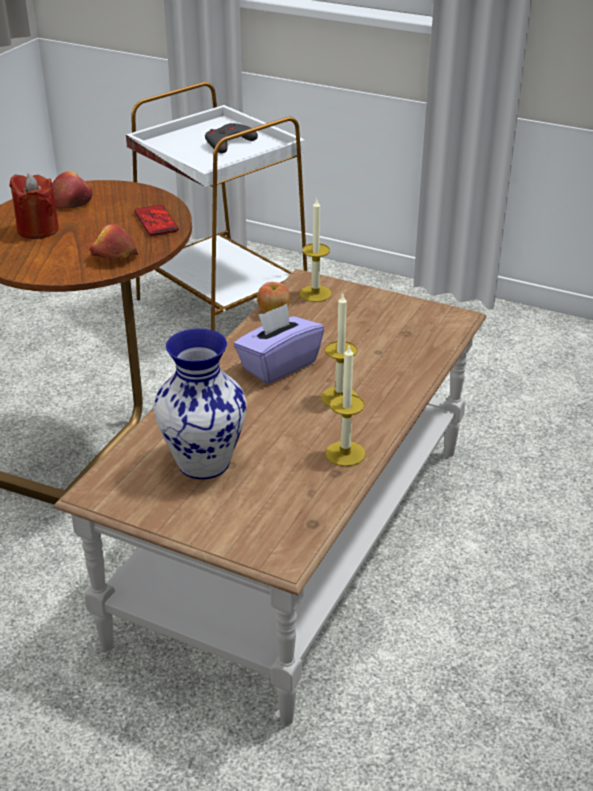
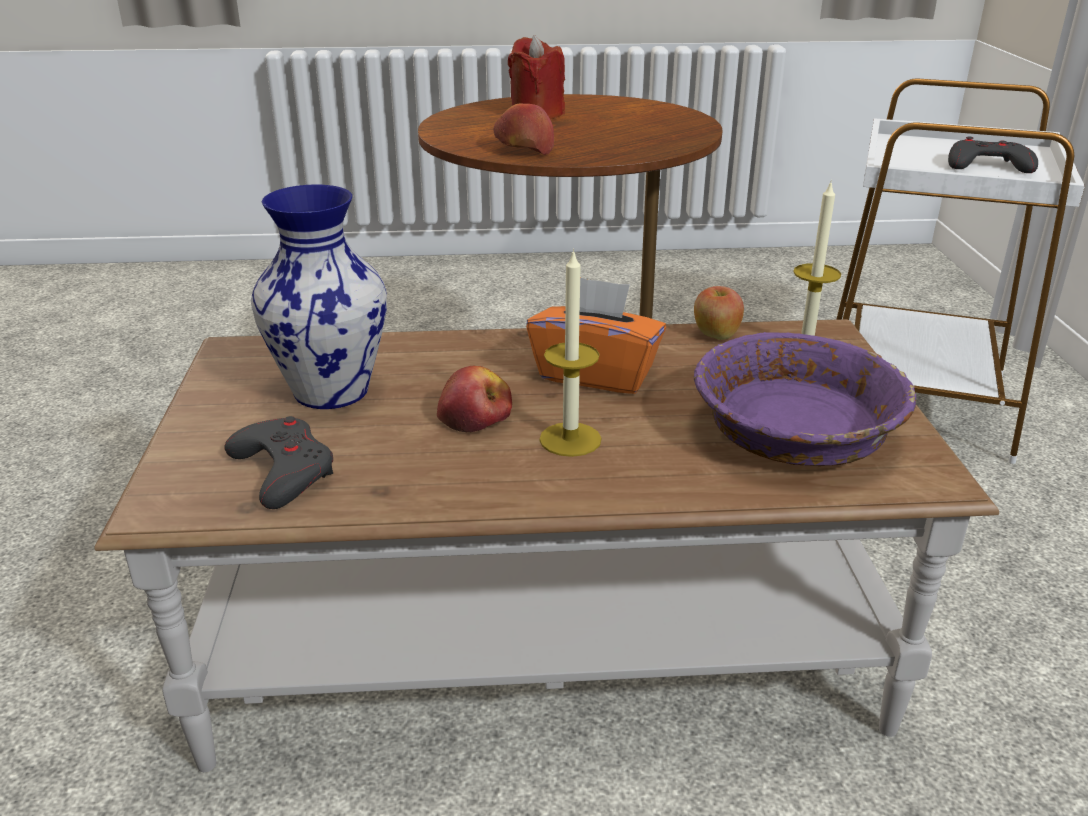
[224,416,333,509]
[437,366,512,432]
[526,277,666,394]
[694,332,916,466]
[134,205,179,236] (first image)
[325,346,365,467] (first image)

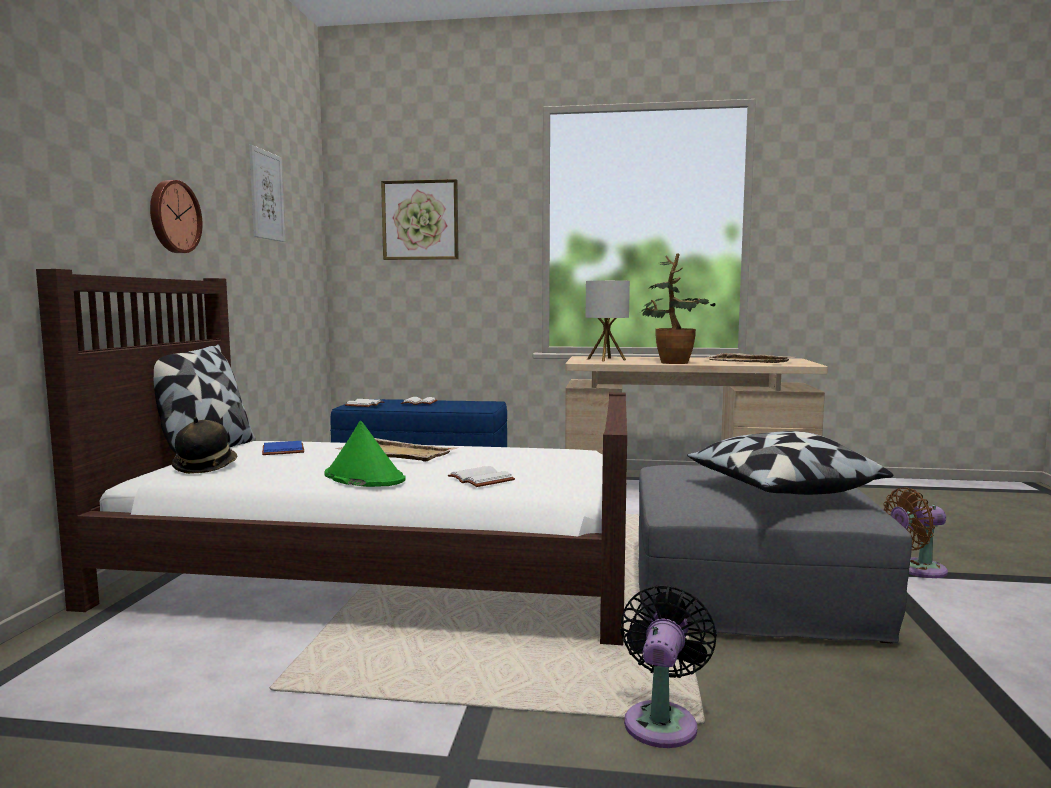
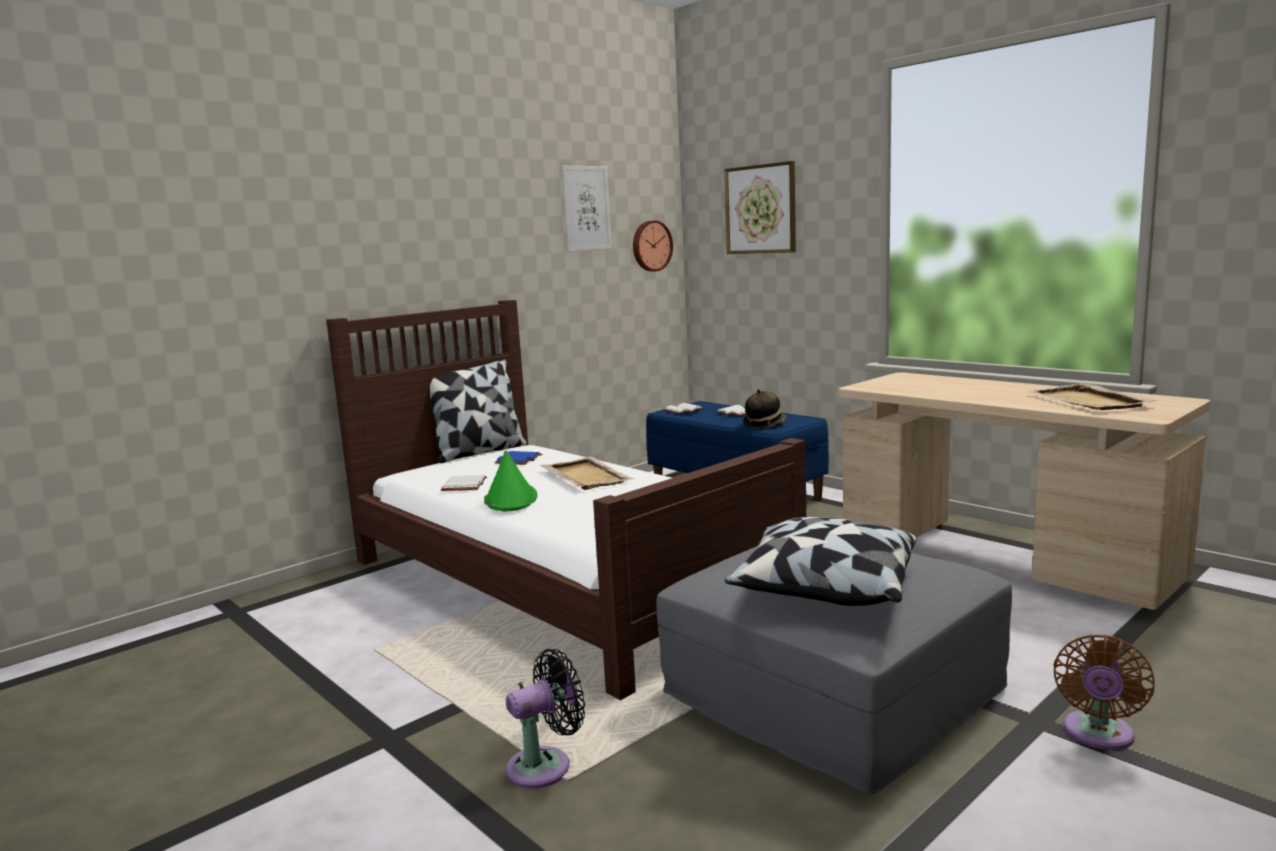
[441,475,487,491]
[633,220,673,271]
[743,389,786,429]
[1053,634,1155,750]
[586,280,630,361] (first image)
[641,253,716,364] (first image)

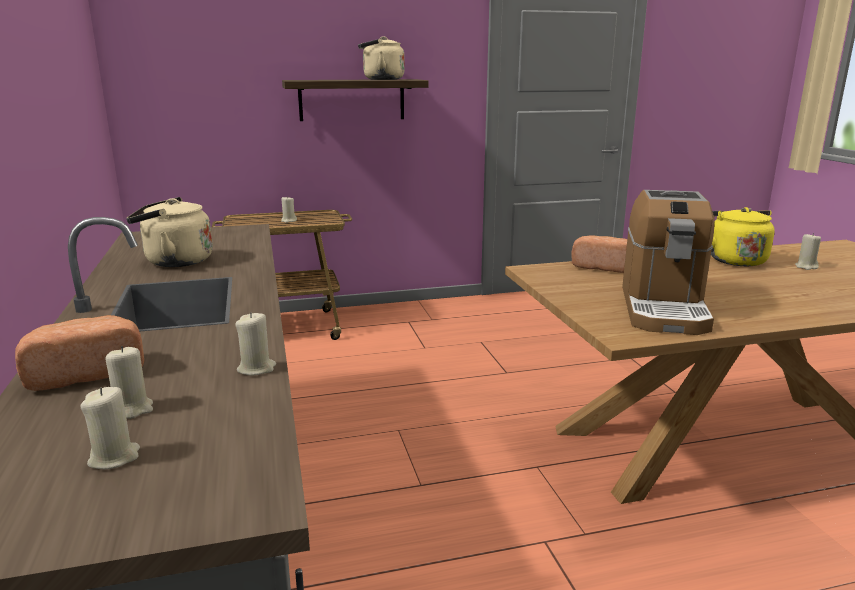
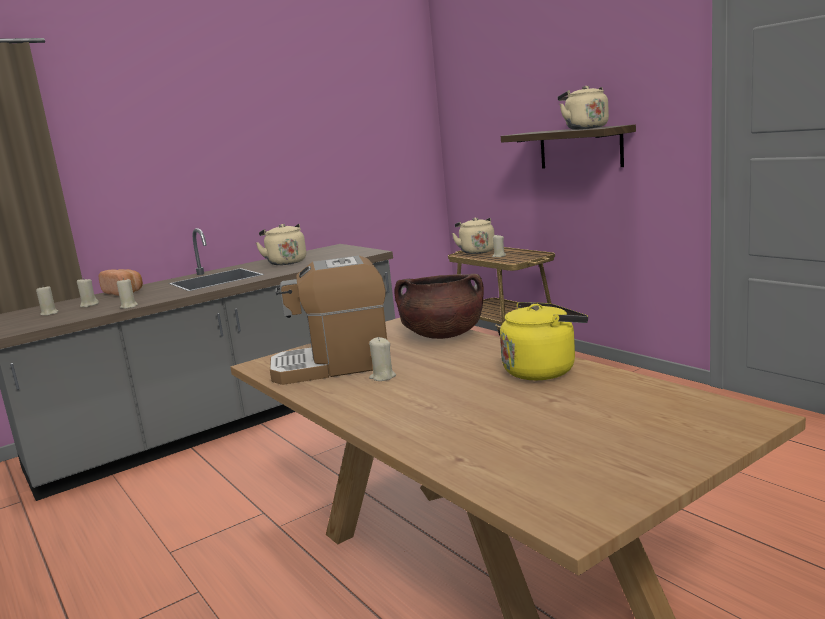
[369,337,396,381]
[395,274,484,339]
[452,218,494,254]

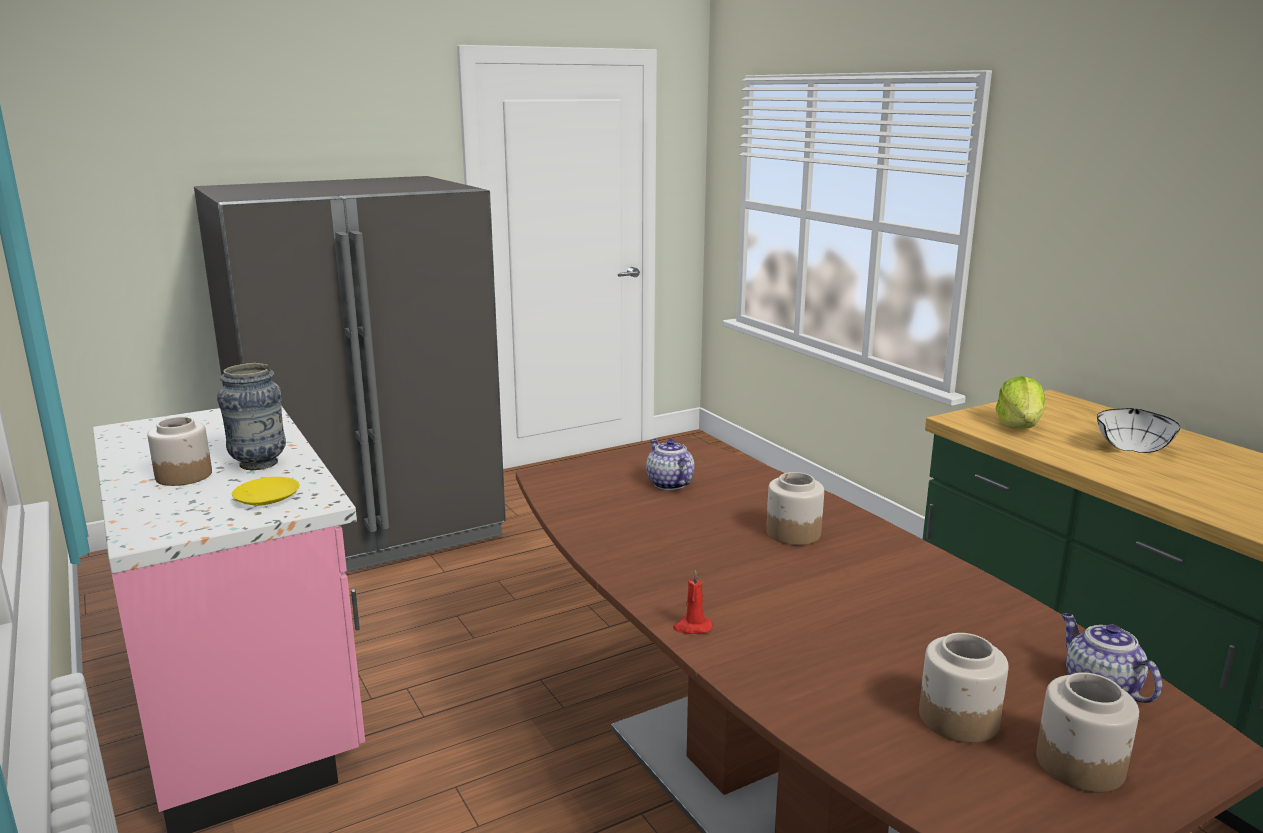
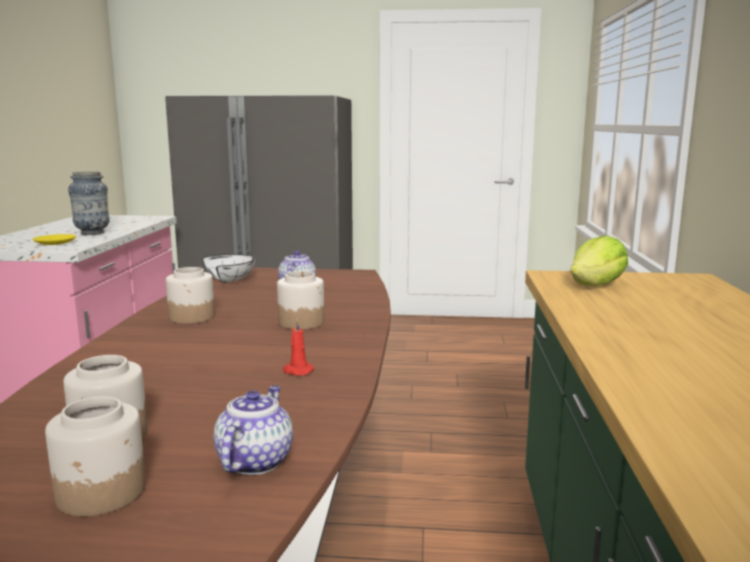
[166,267,215,324]
[202,254,255,283]
[282,319,314,375]

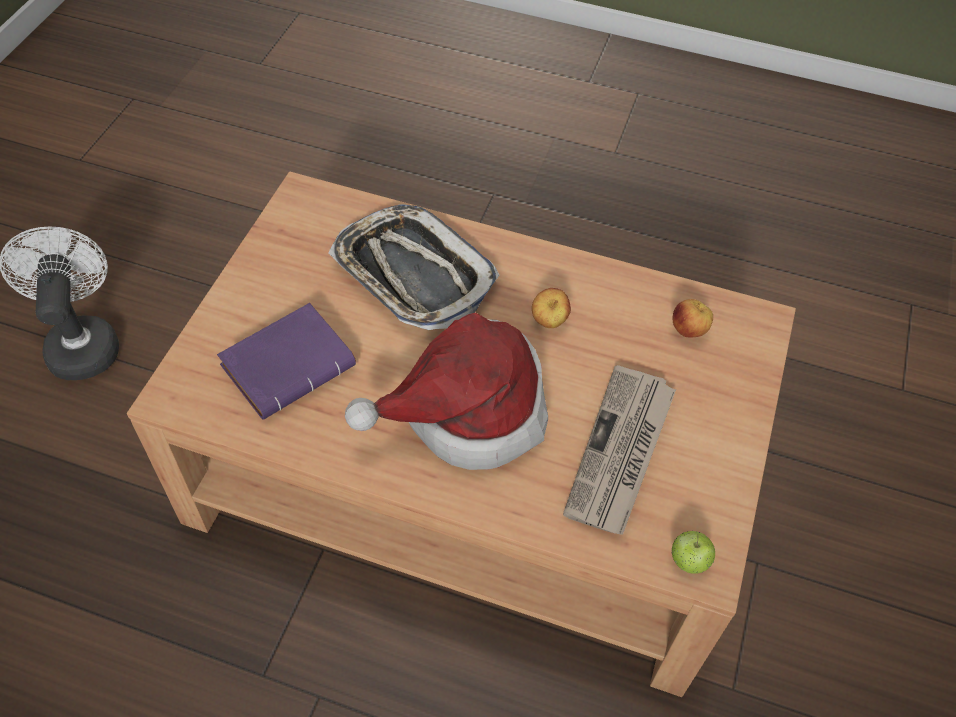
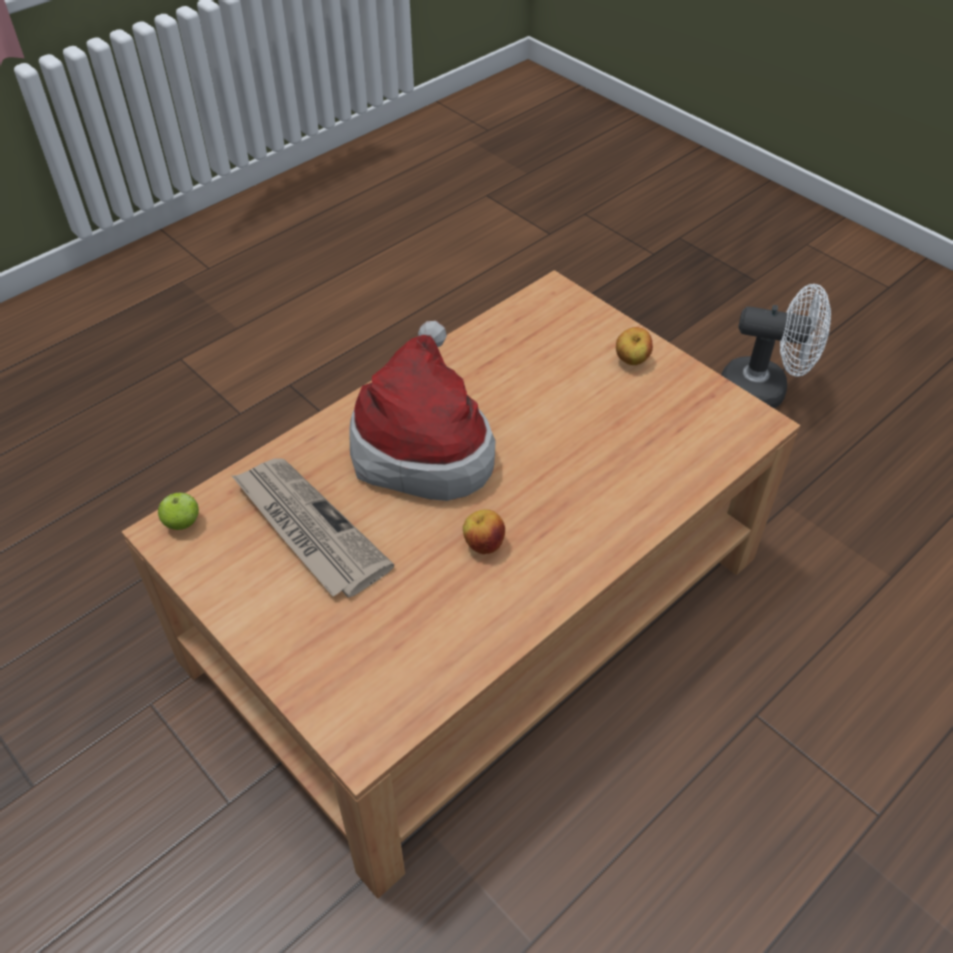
[616,327,653,365]
[217,303,356,420] (first image)
[328,204,500,330] (first image)

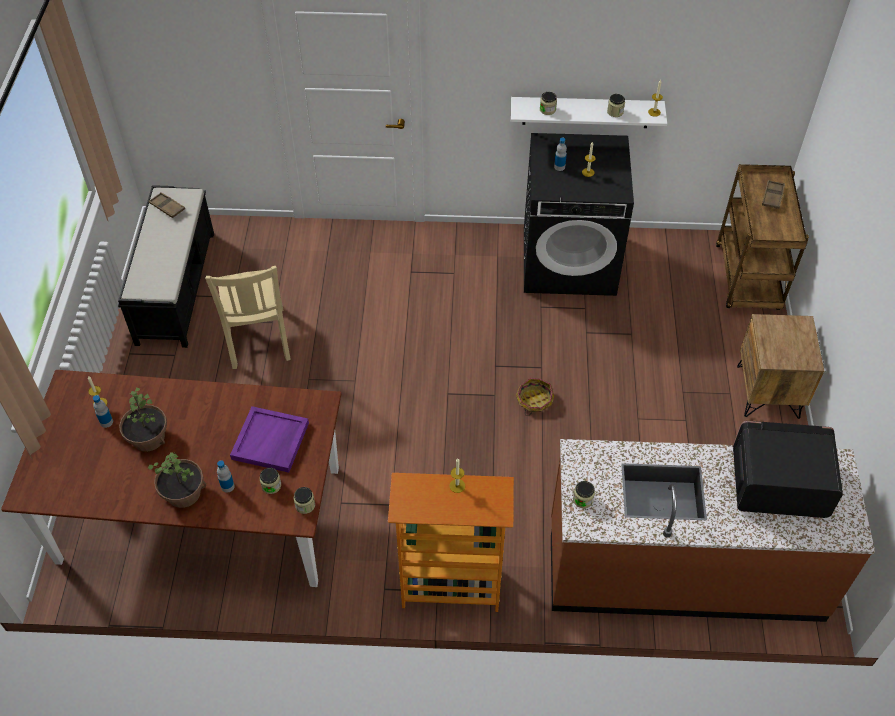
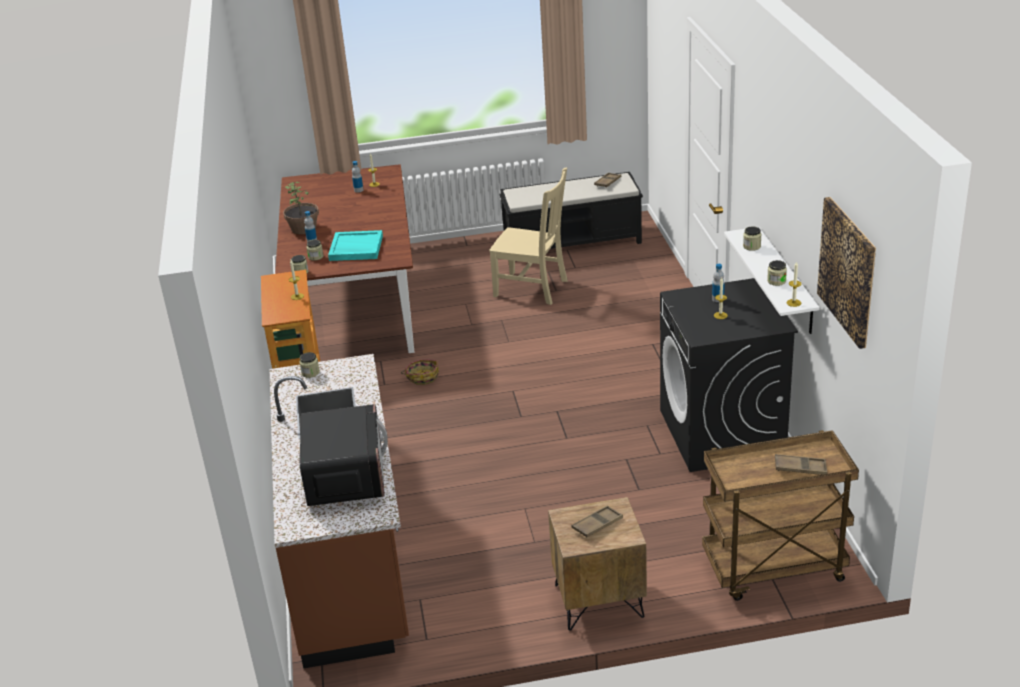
[328,230,383,261]
[401,359,439,385]
[489,167,567,305]
[572,505,623,537]
[817,197,876,349]
[119,388,167,452] (first image)

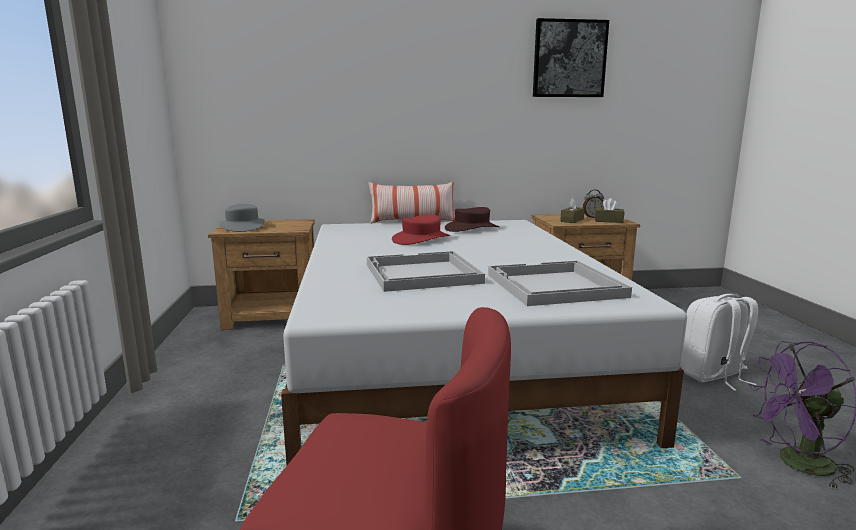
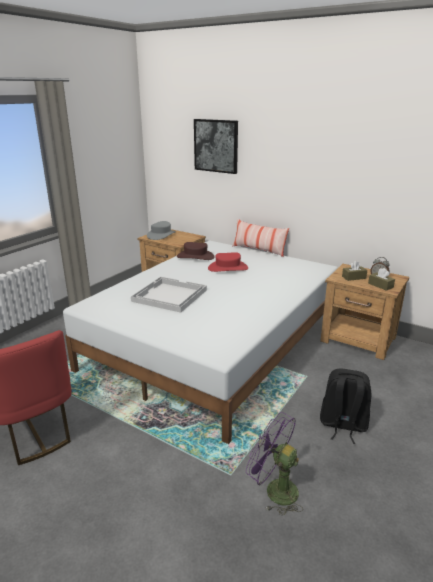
[177,242,215,260]
[194,119,238,174]
[320,368,371,444]
[488,261,632,306] (first image)

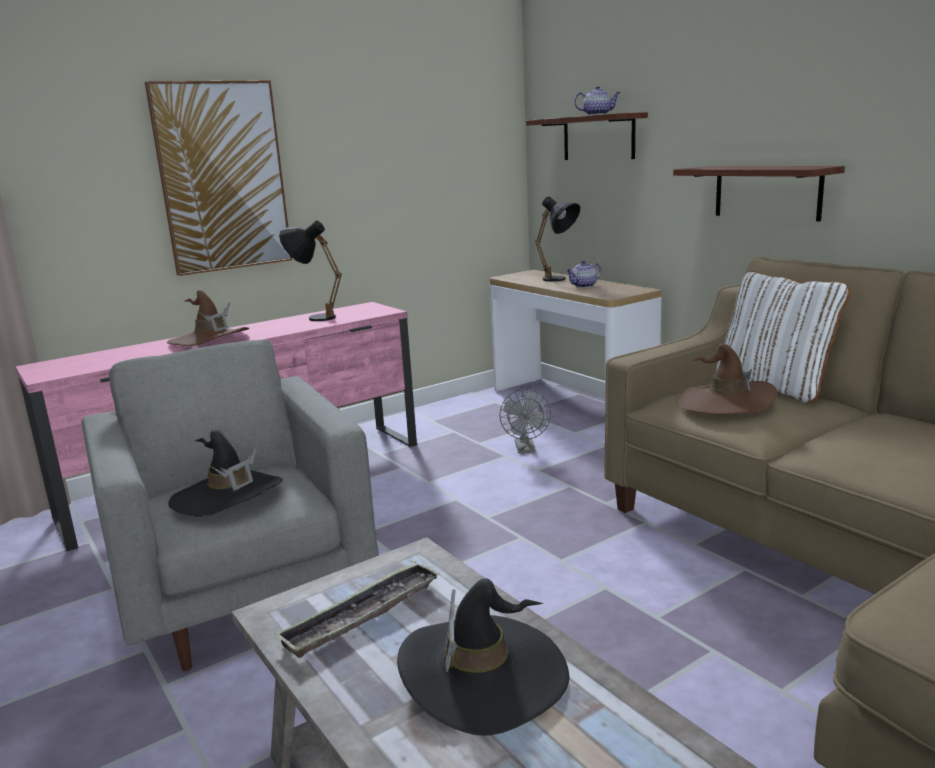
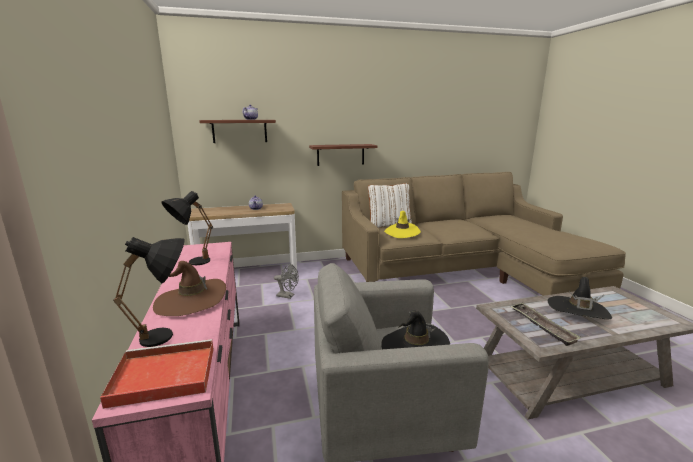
[100,339,214,409]
[113,237,185,347]
[384,211,421,238]
[145,80,292,276] (first image)

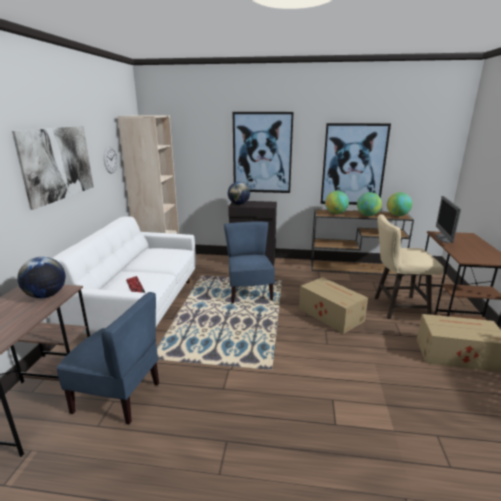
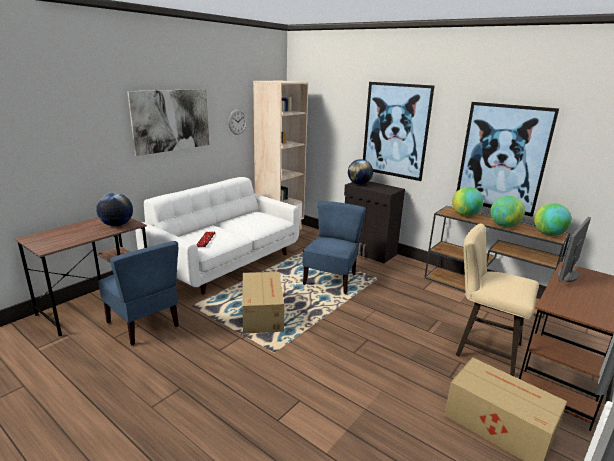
[242,272,284,334]

